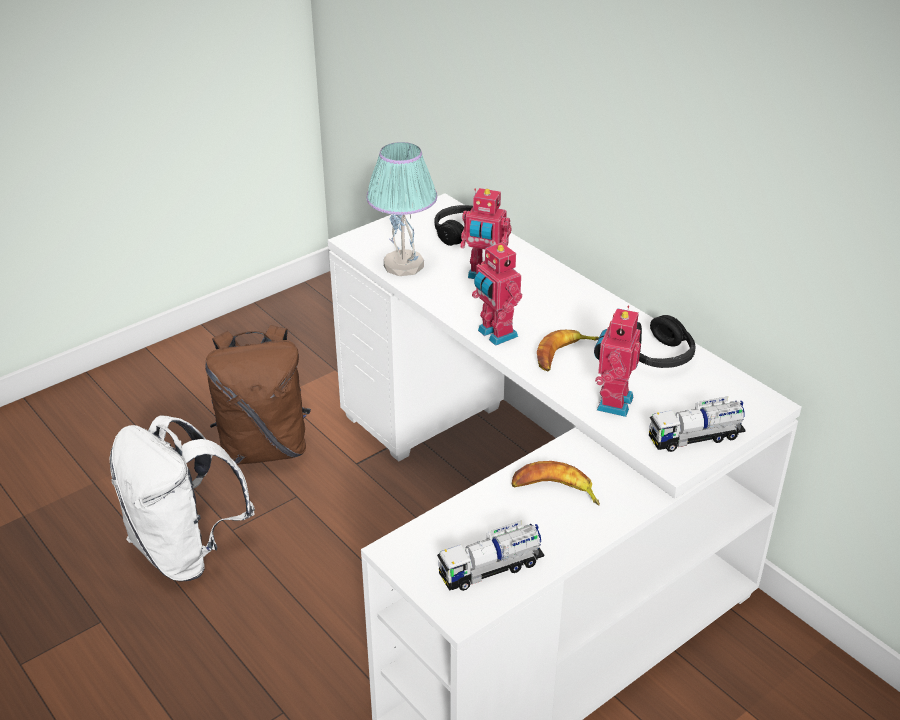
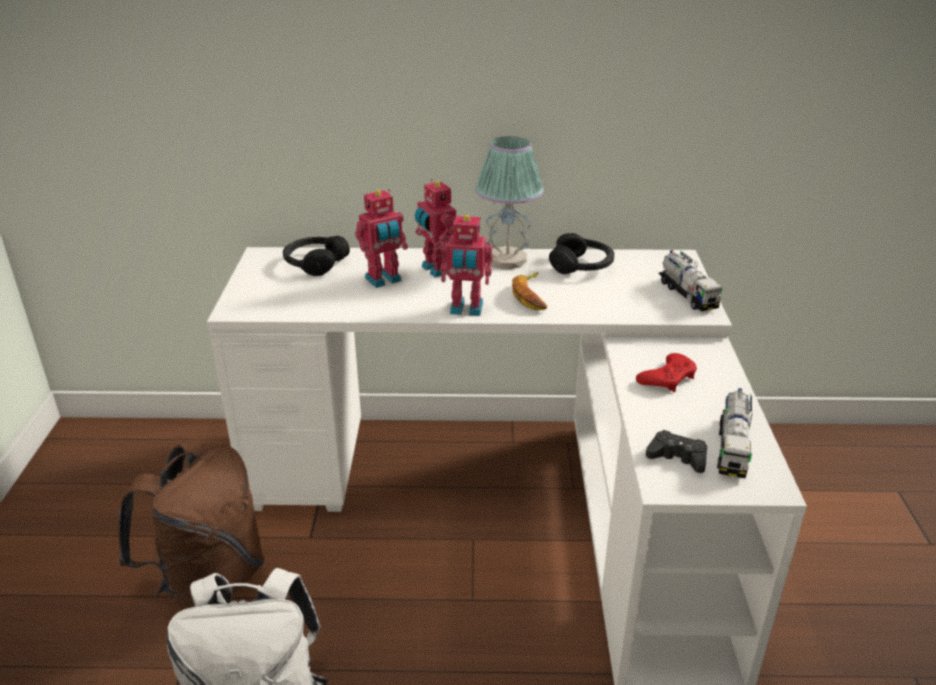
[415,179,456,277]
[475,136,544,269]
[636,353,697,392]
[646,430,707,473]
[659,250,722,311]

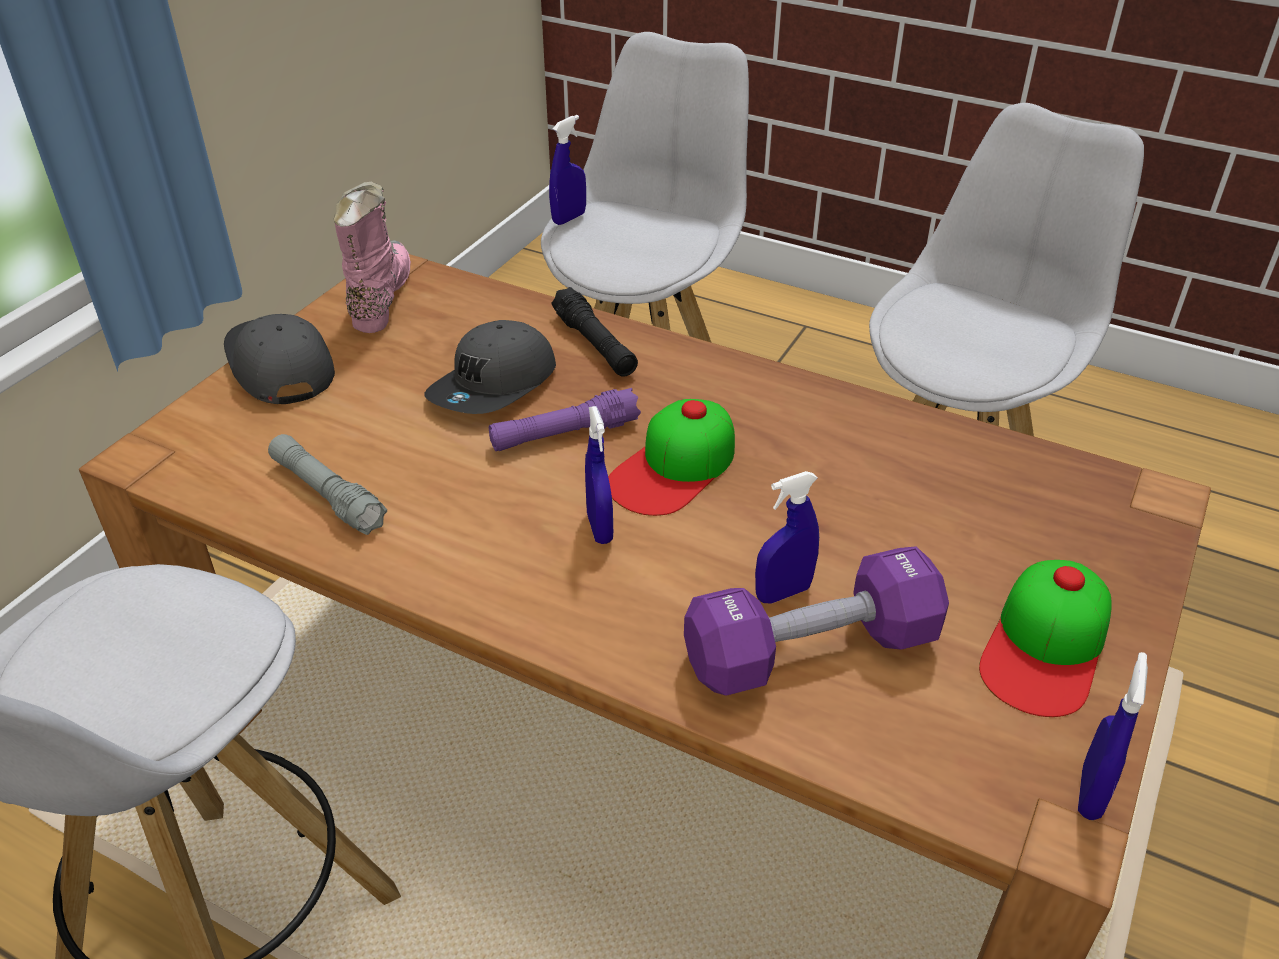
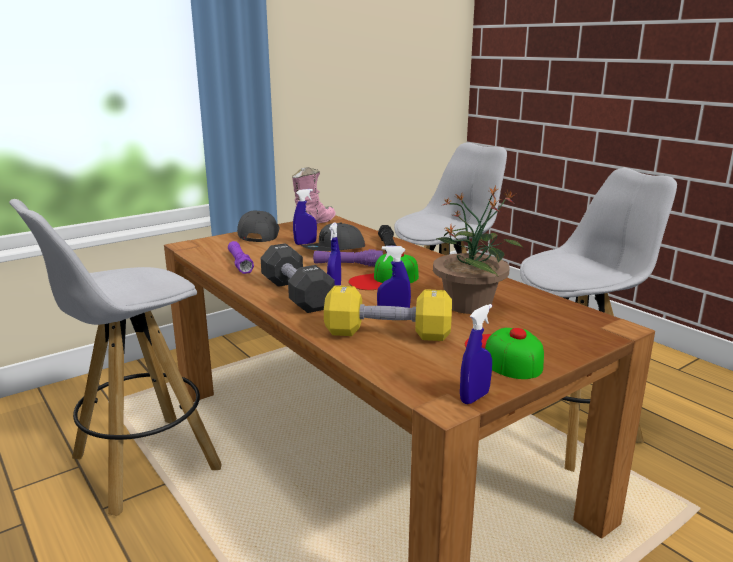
[228,241,254,274]
[261,243,335,313]
[293,189,317,245]
[324,285,452,341]
[433,186,523,314]
[465,328,544,379]

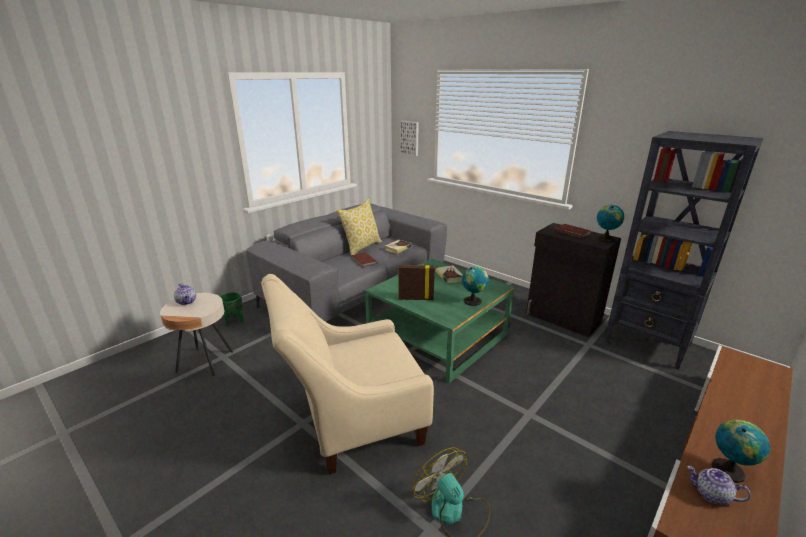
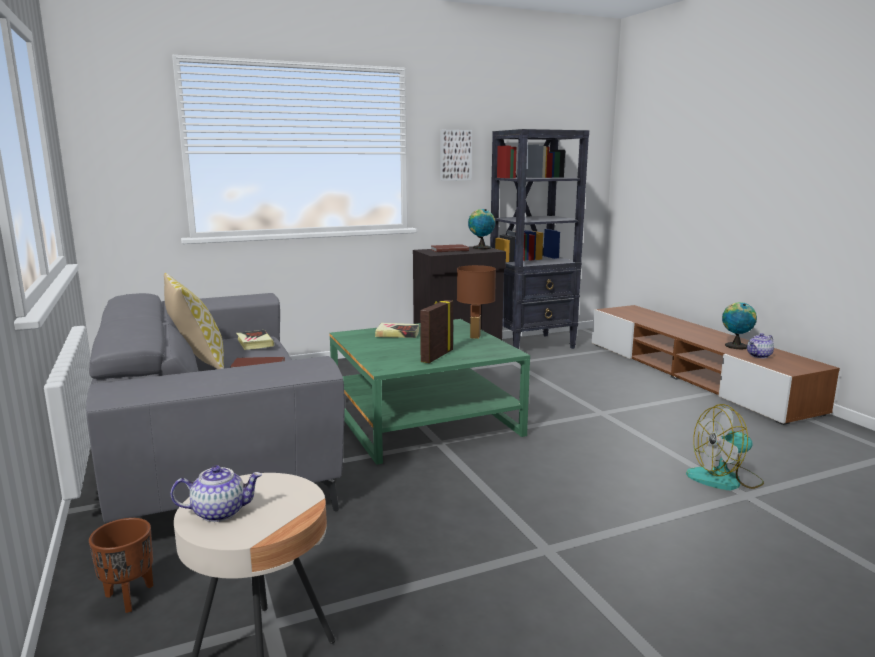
[89,518,153,613]
[440,130,472,181]
[457,265,496,339]
[261,274,434,474] (first image)

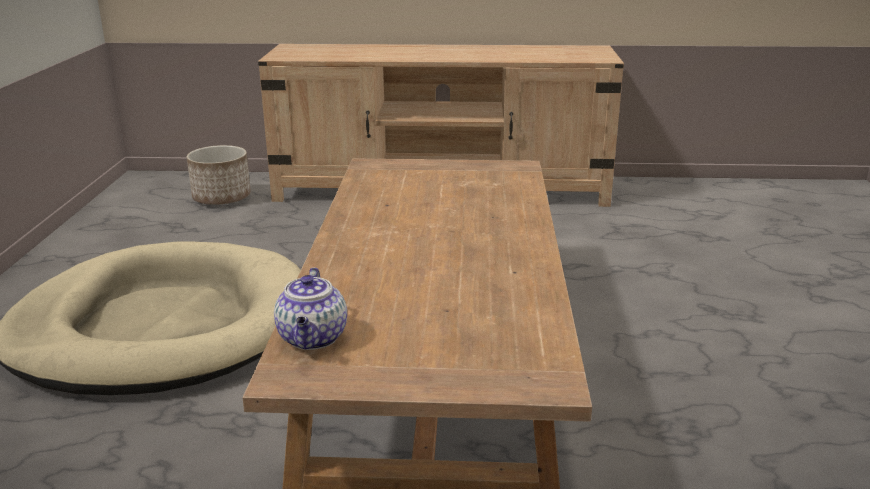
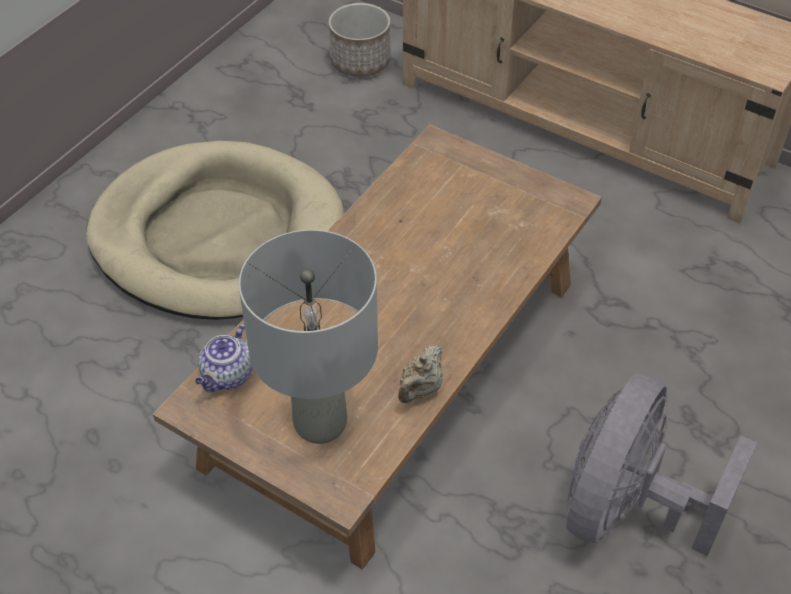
[239,230,378,444]
[398,344,443,403]
[566,373,757,556]

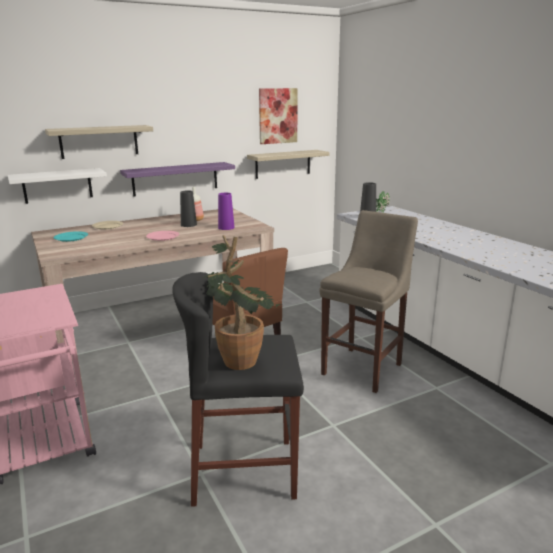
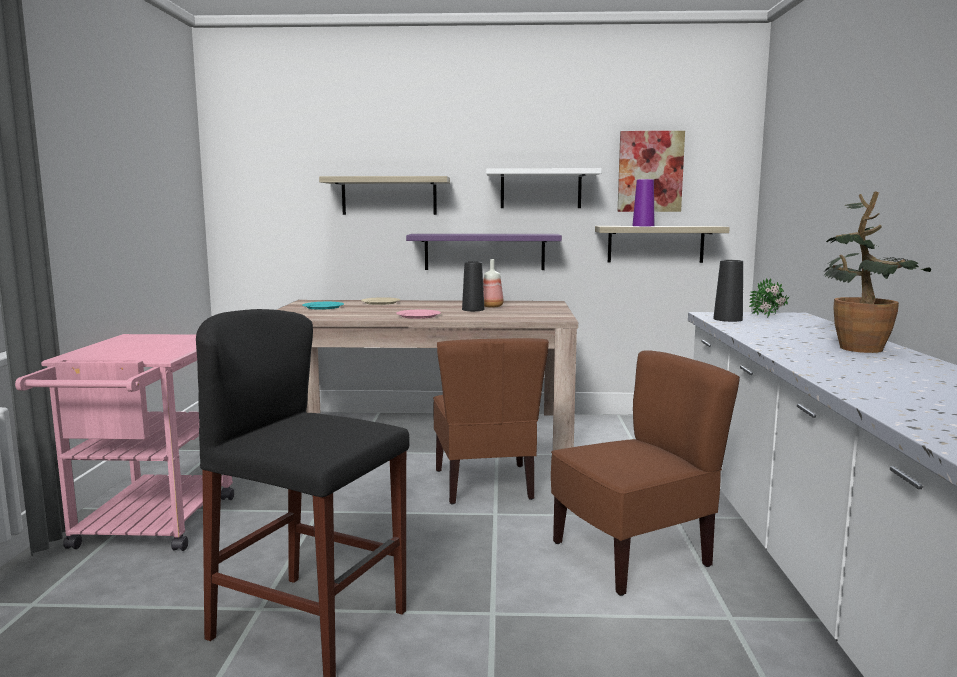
[486,168,602,208]
[551,350,740,596]
[632,179,654,226]
[824,192,931,353]

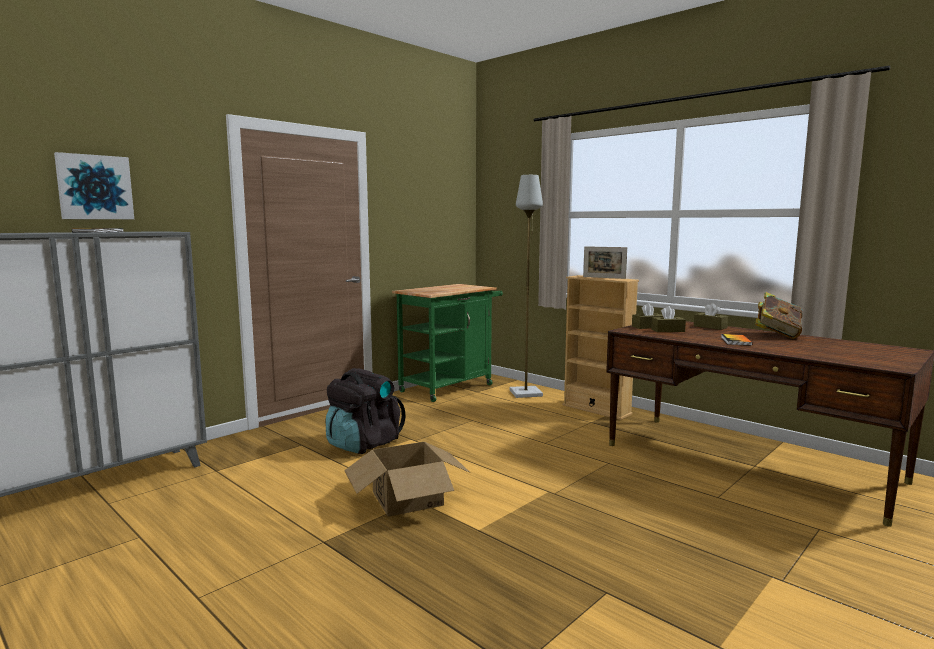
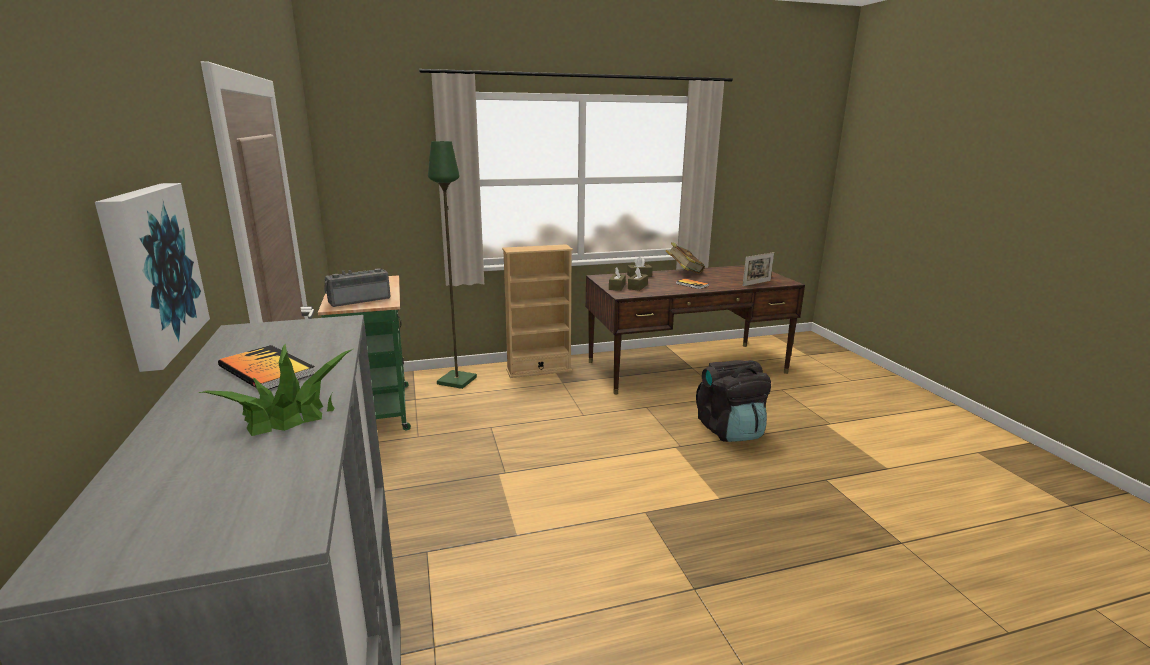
[199,344,353,436]
[324,269,390,307]
[428,141,477,389]
[696,360,771,442]
[743,252,774,286]
[344,442,470,516] (first image)

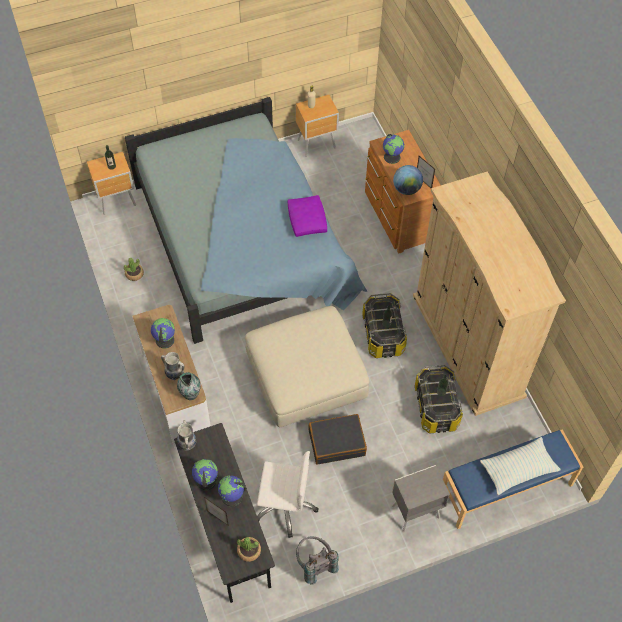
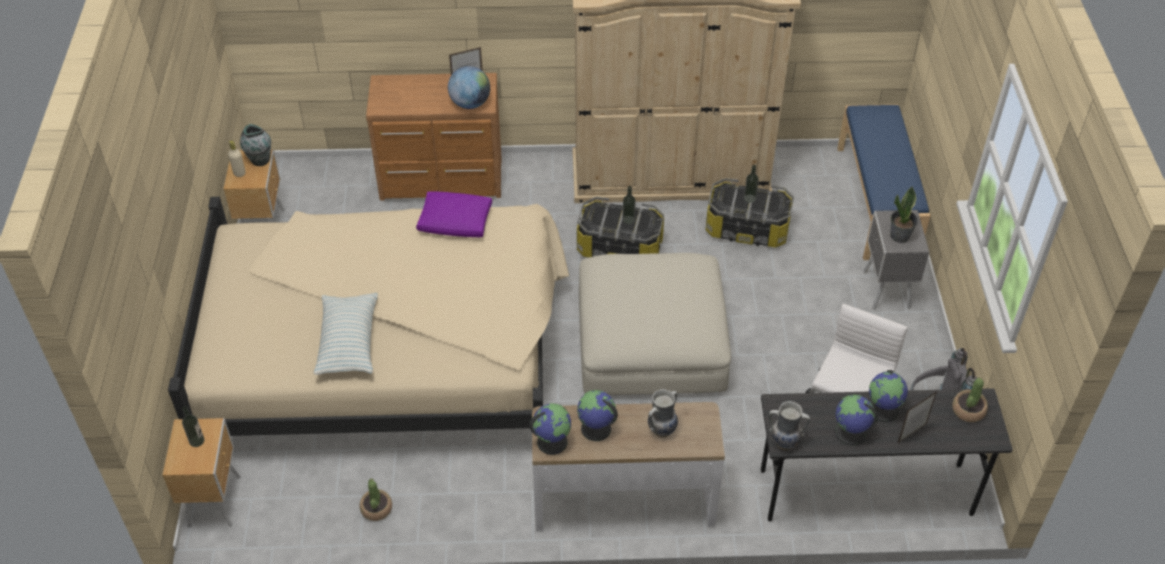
[168,197,569,436]
[240,124,271,166]
[314,293,378,375]
[529,403,571,455]
[890,186,918,243]
[309,414,367,465] (first image)

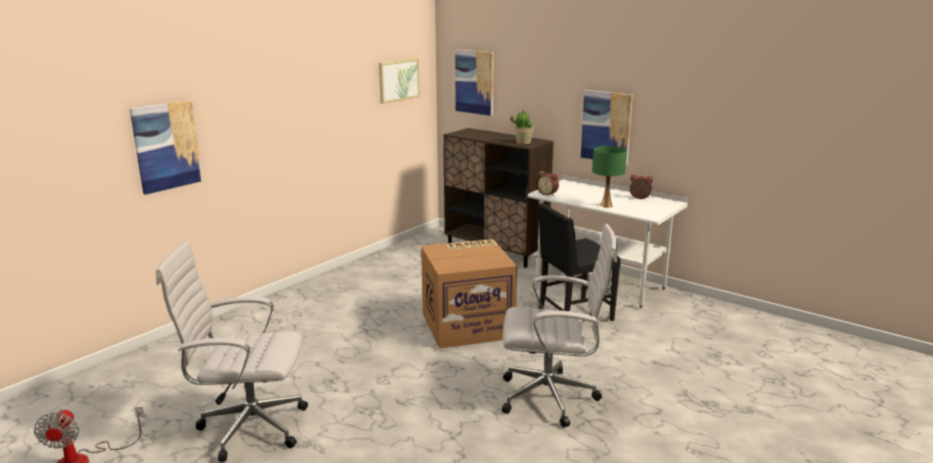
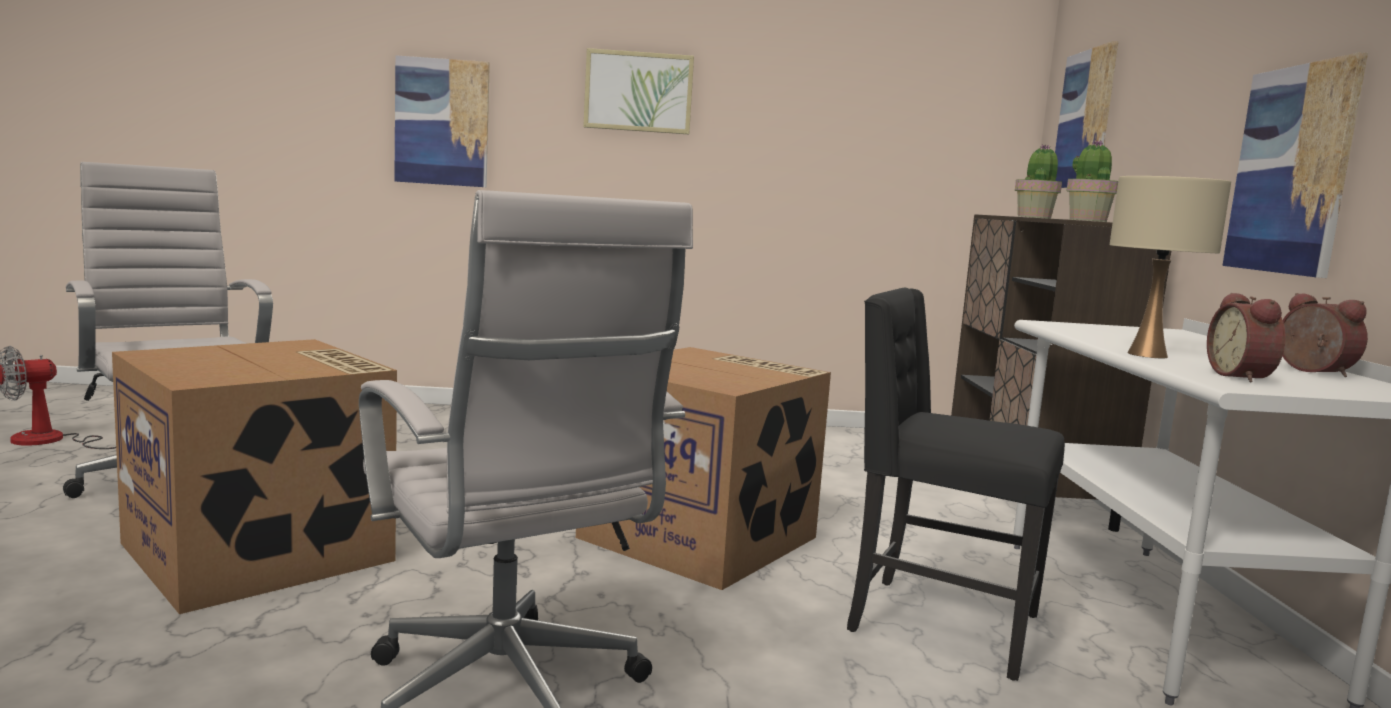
[112,339,397,614]
[583,48,694,134]
[1015,144,1062,218]
[1110,176,1231,358]
[1207,293,1286,382]

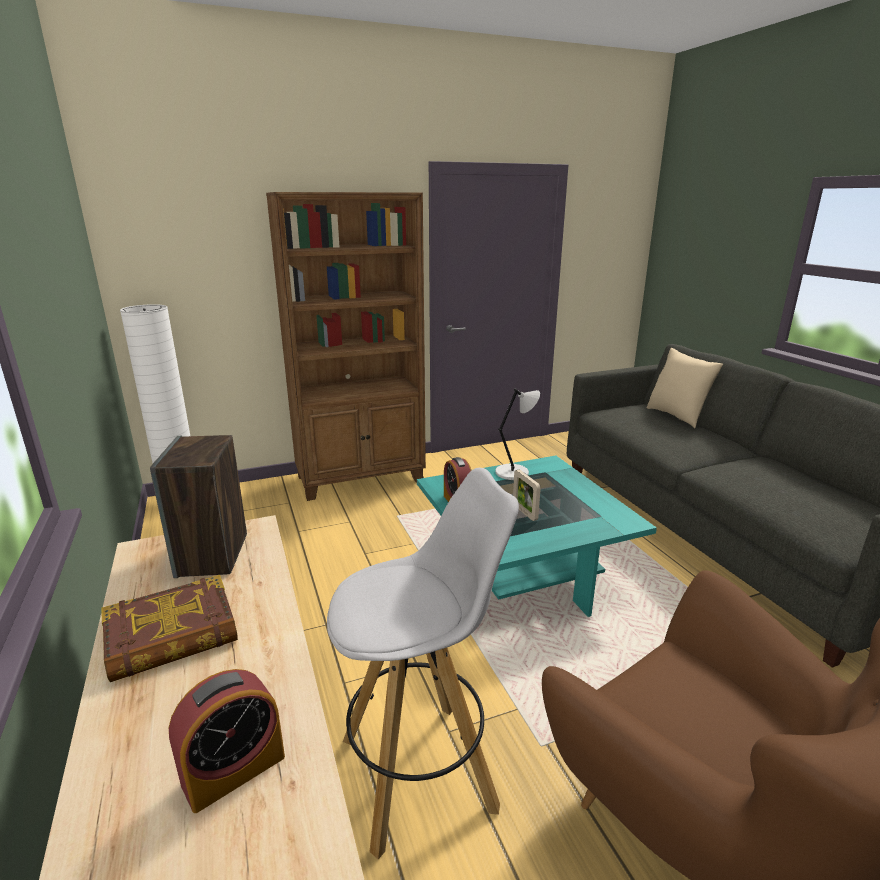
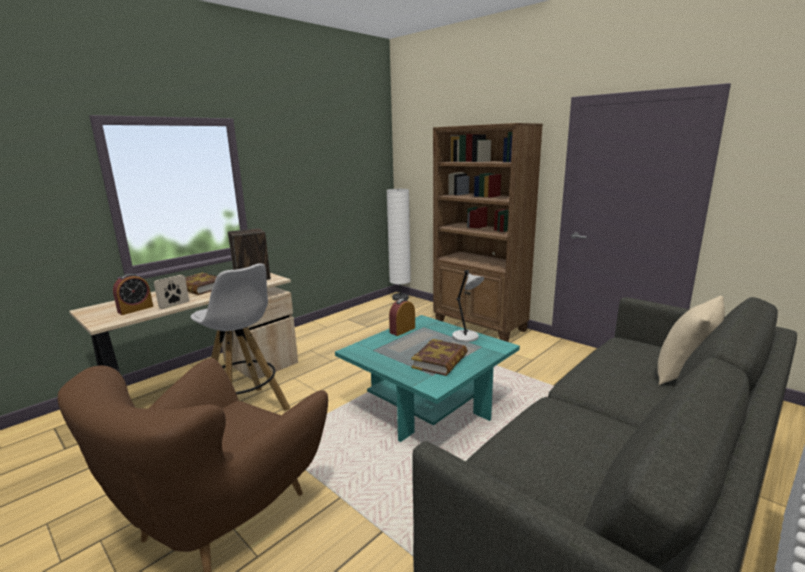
[113,274,153,315]
[154,275,189,309]
[411,339,468,376]

